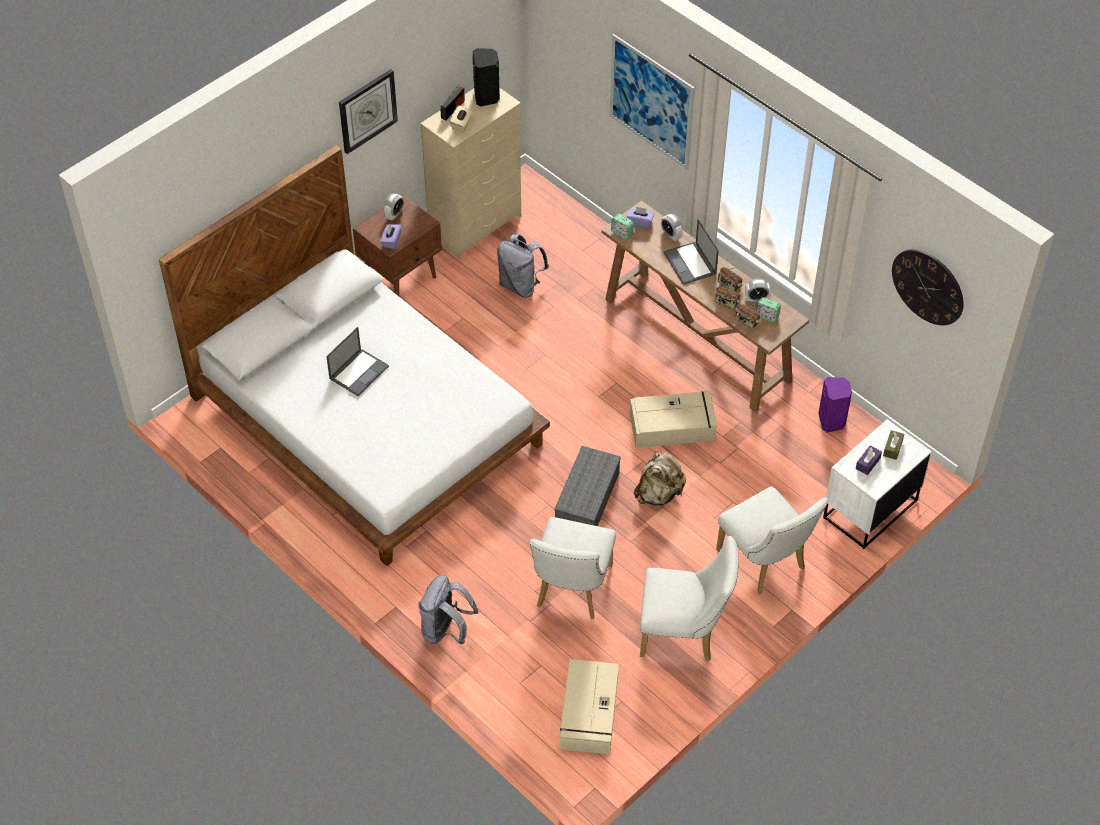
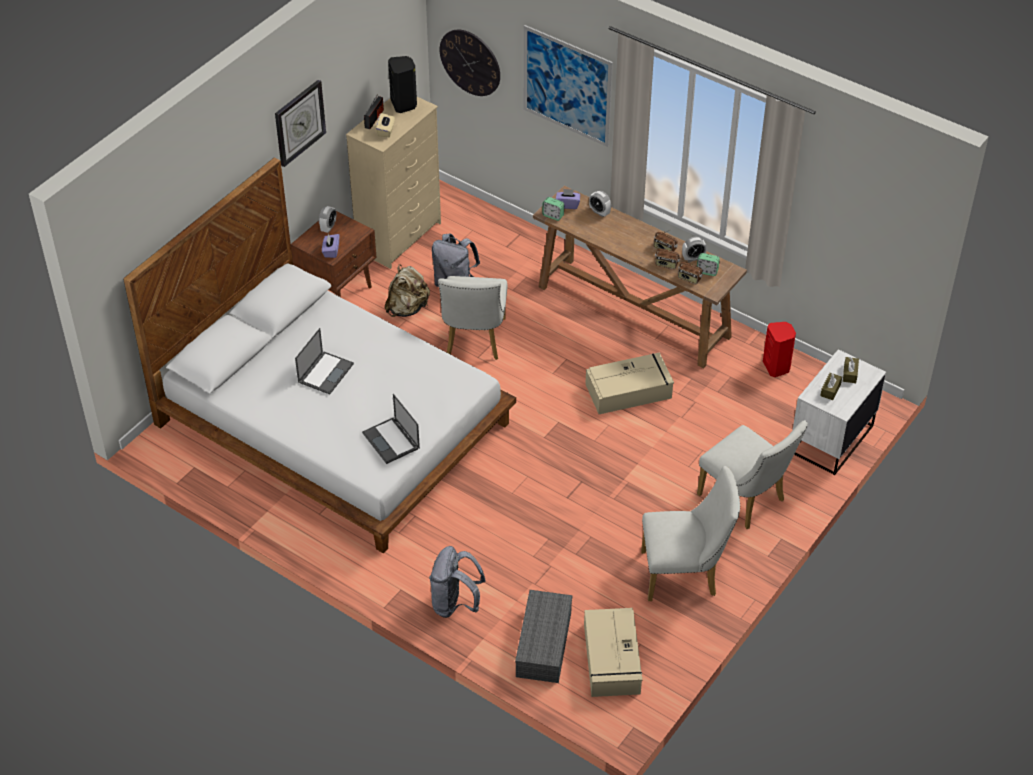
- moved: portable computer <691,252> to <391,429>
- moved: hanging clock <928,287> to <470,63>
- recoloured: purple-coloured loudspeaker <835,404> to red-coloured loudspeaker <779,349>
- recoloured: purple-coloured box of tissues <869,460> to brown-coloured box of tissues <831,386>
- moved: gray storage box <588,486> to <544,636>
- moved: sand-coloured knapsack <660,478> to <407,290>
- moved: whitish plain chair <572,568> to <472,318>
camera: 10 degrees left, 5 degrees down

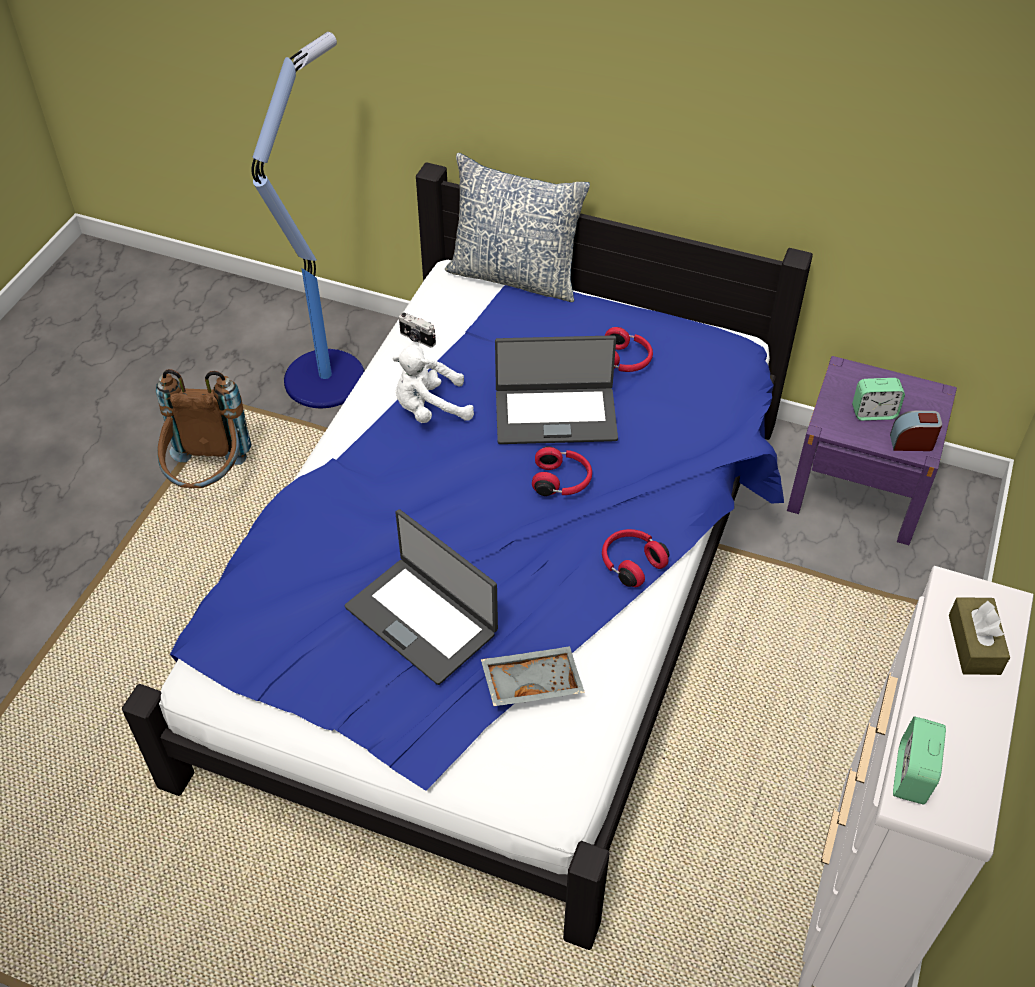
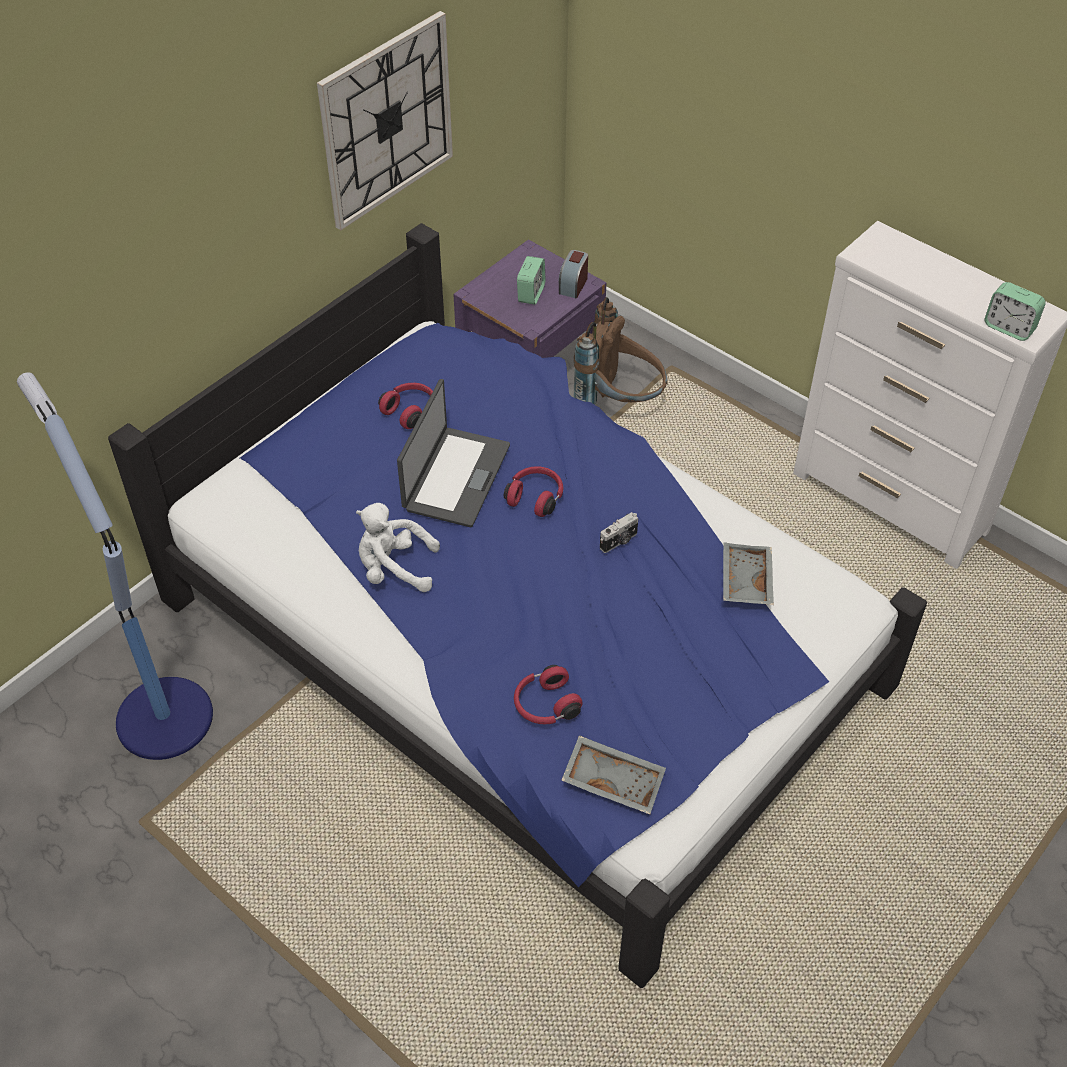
- removed: pillow <517,227>
- moved: still camera <417,330> to <619,532>
- turned: whitish soft toy <433,384> = <398,547> 90 degrees clockwise
- moved: brown-coloured knapsack <203,428> to <621,351>
- removed: portable computer <421,597>
- moved: red-coloured headset <635,558> to <548,694>
- removed: brown-coloured box of tissues <979,636>
- added: hanging clock <385,120>
- added: gray carrying tray <613,775>
camera: 70 degrees left, 0 degrees up

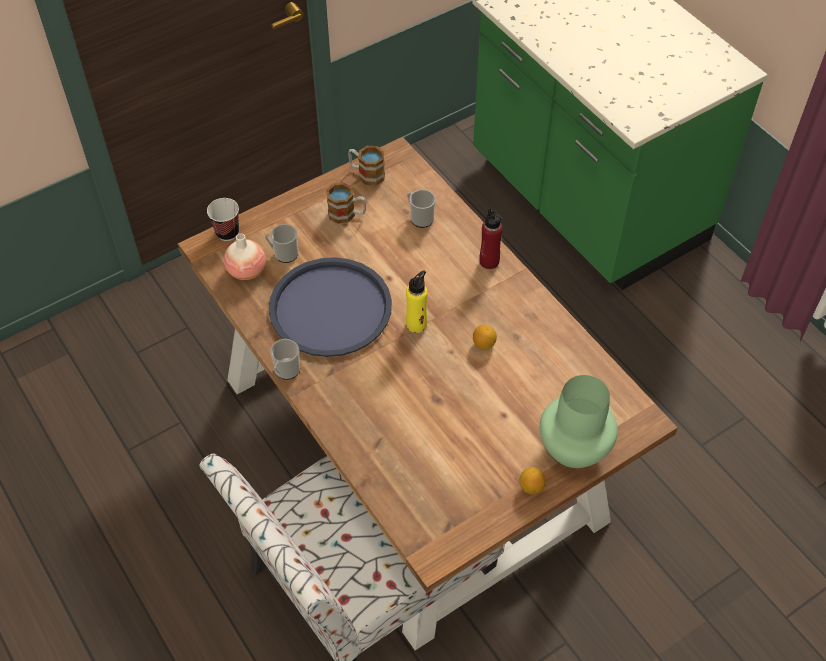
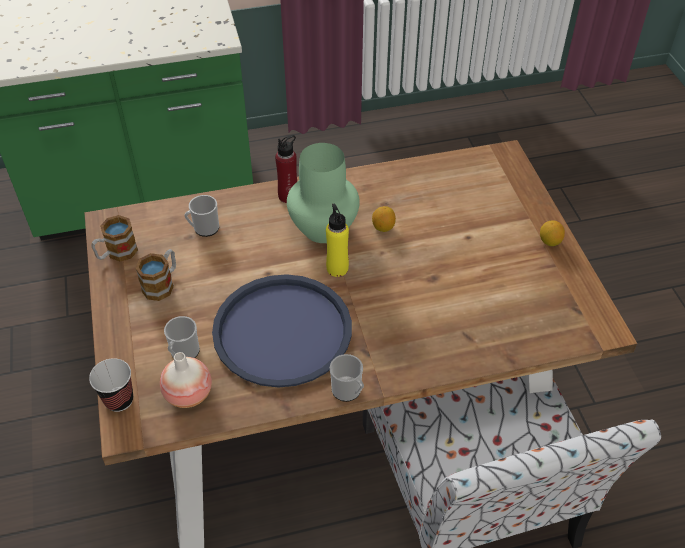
- moved: green-coloured flower vase <579,421> to <323,193>
camera: 70 degrees left, 5 degrees down

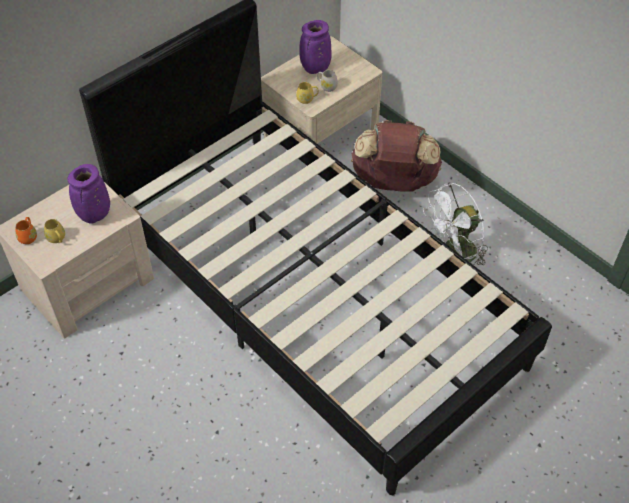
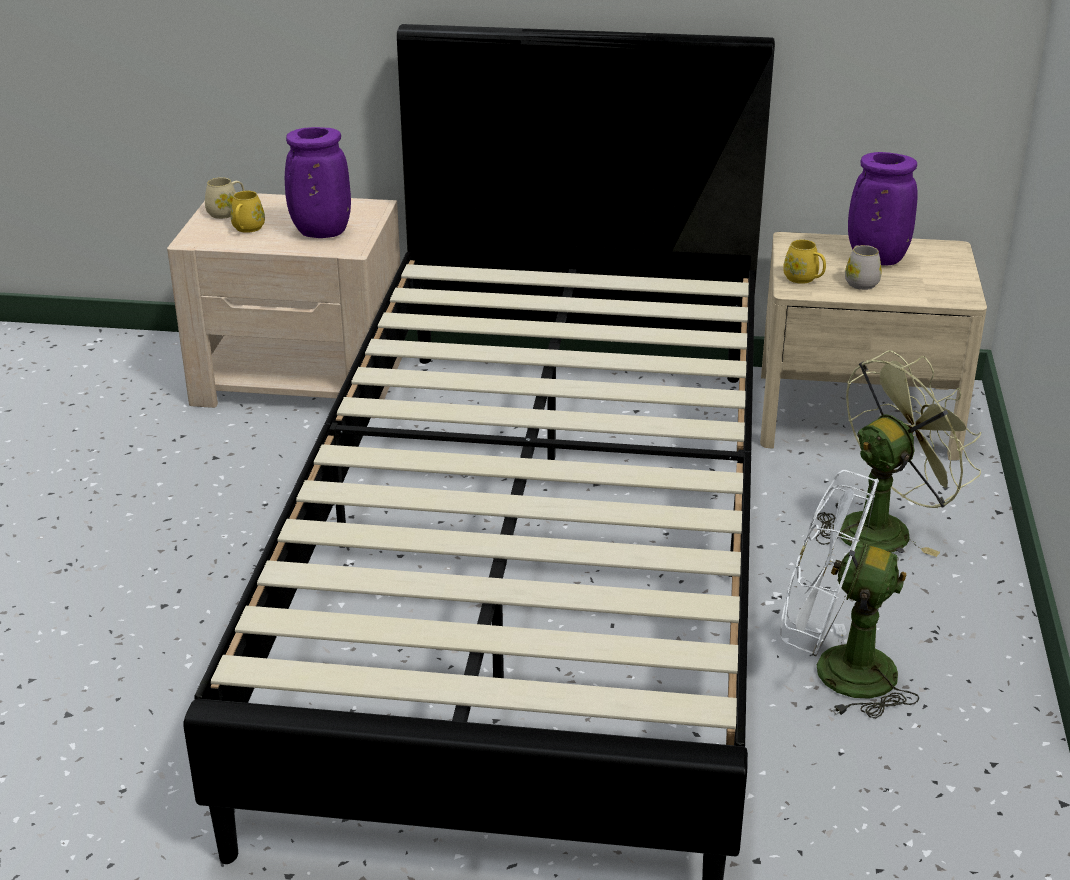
- replaced: brown-coloured knapsack <396,156> to green-coloured cooling fan <898,453>
- recoloured: orange-coloured mug <26,230> to sand-coloured mug <225,198>
camera: 50 degrees right, 20 degrees down

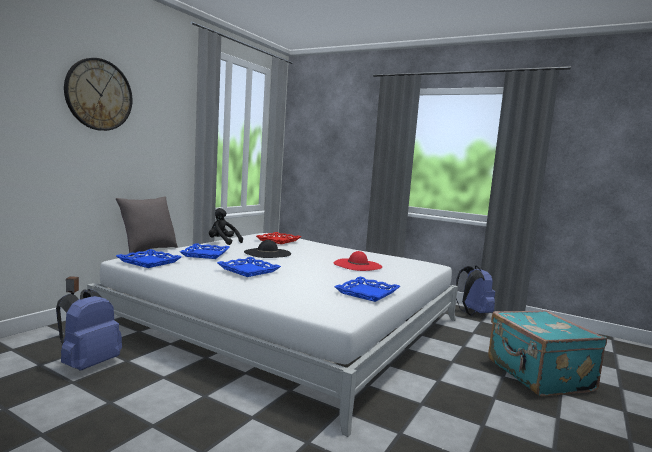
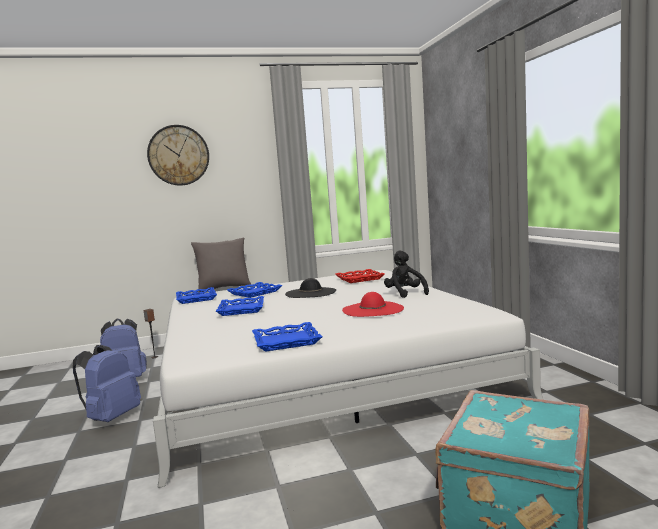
- moved: black-coloured soft toy <226,226> to <406,274>
- moved: bluish knapsack <475,291> to <107,383>
camera: 45 degrees right, 0 degrees up

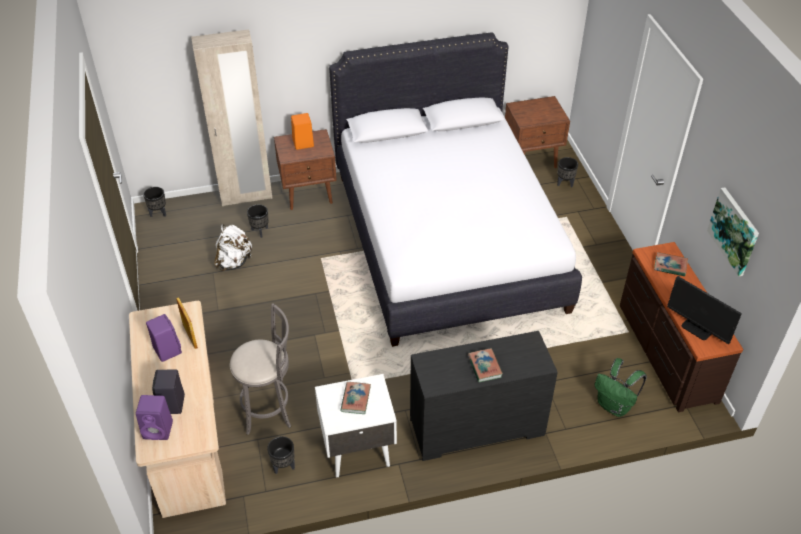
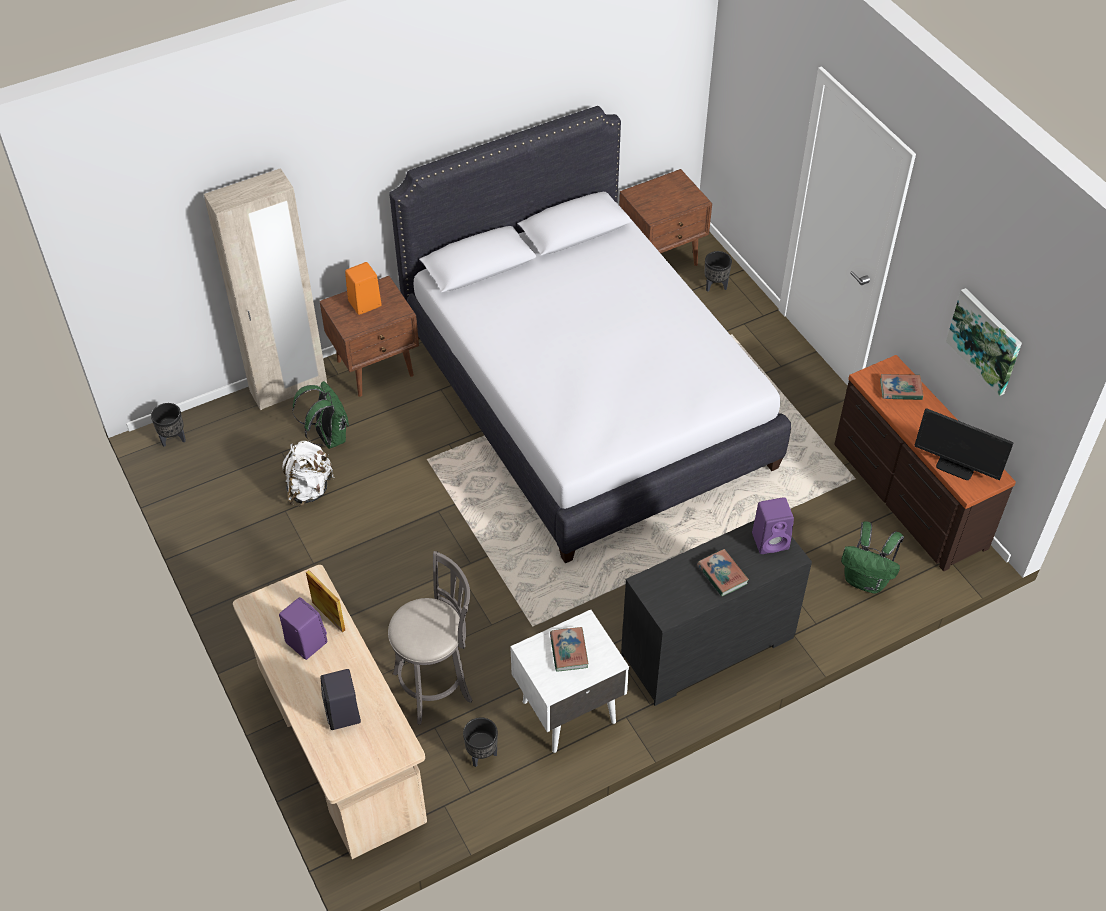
- replaced: black-coloured planter <258,221> to green-coloured knapsack <320,415>
- moved: purple-coloured loudspeaker <154,417> to <773,525>
camera: 15 degrees left, 5 degrees up

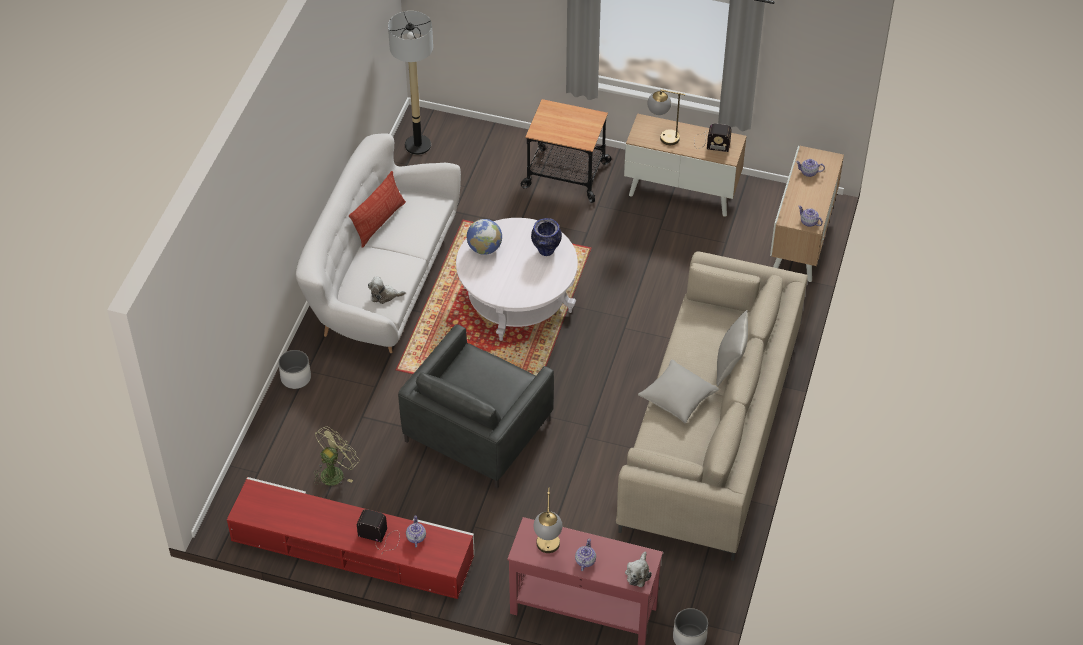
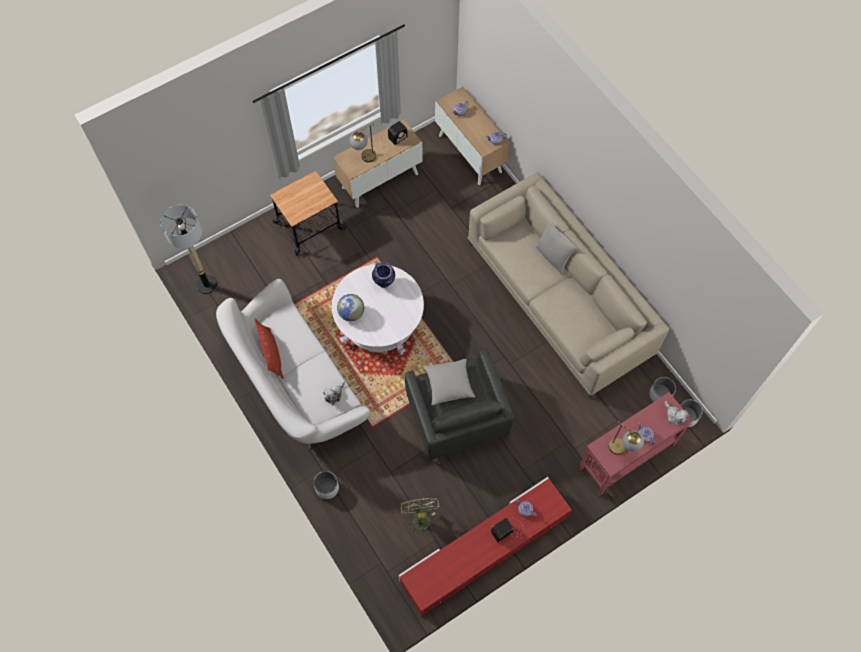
- moved: gray pillow <678,391> to <449,382>
- added: whitish planter <662,389>
camera: 50 degrees left, 15 degrees up

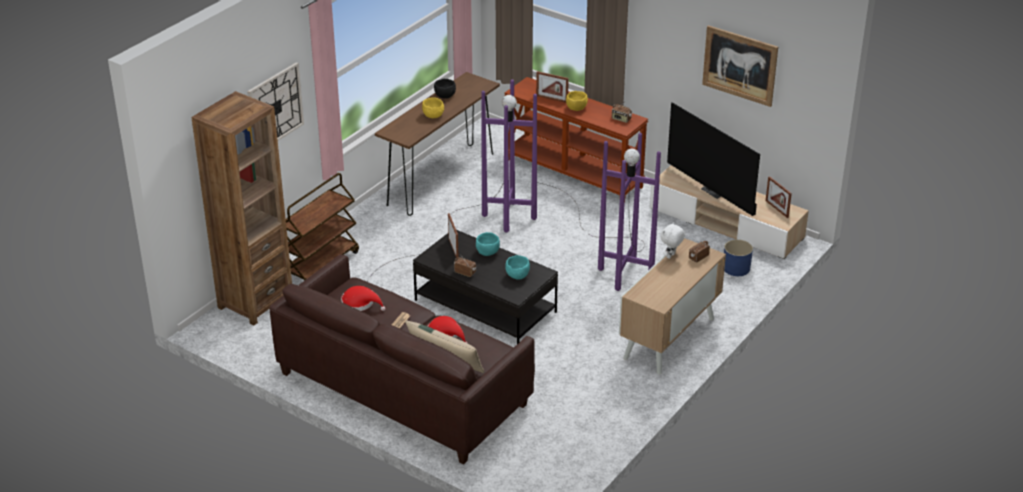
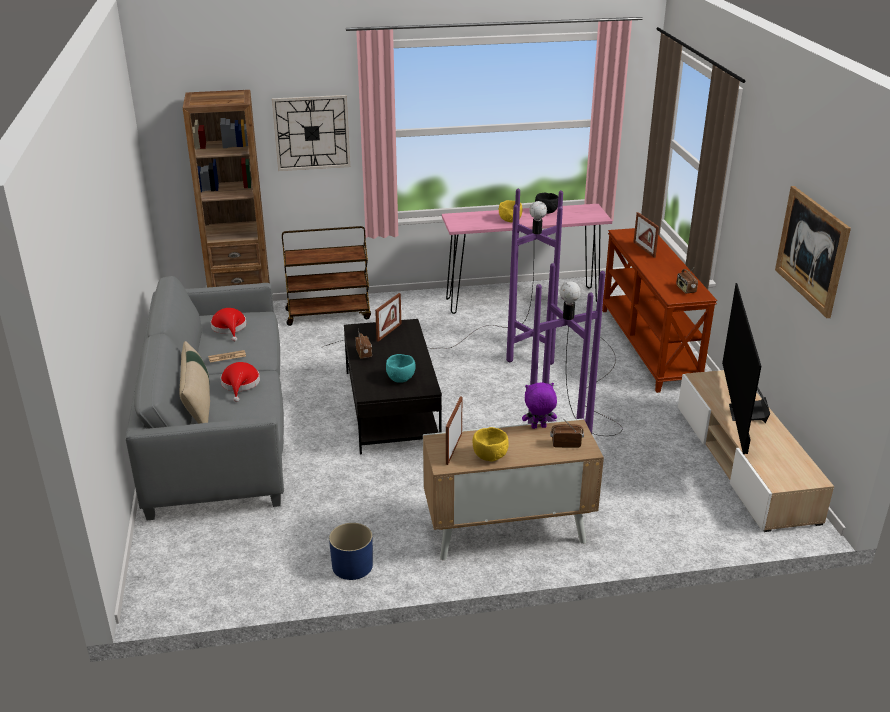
- recoloured: brown-coloured hall table <437,144> to pinkish hall table <527,259>
- moved: yellow serving bowl <577,101> to <490,444>
- moved: photo frame <779,197> to <454,430>
- recoloured: whitish soft toy <673,240> to purple-coloured soft toy <539,406>
- removed: turquoise serving bowl <488,244>
- moved: bluish planter <738,258> to <351,551>
- recoloured: brown-coloured couch <402,359> to gray couch <204,398>
camera: 45 degrees right, 5 degrees down

